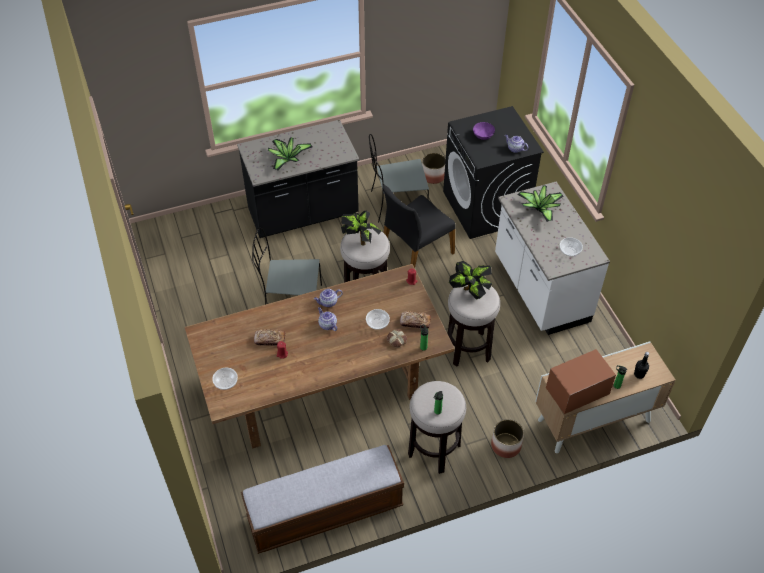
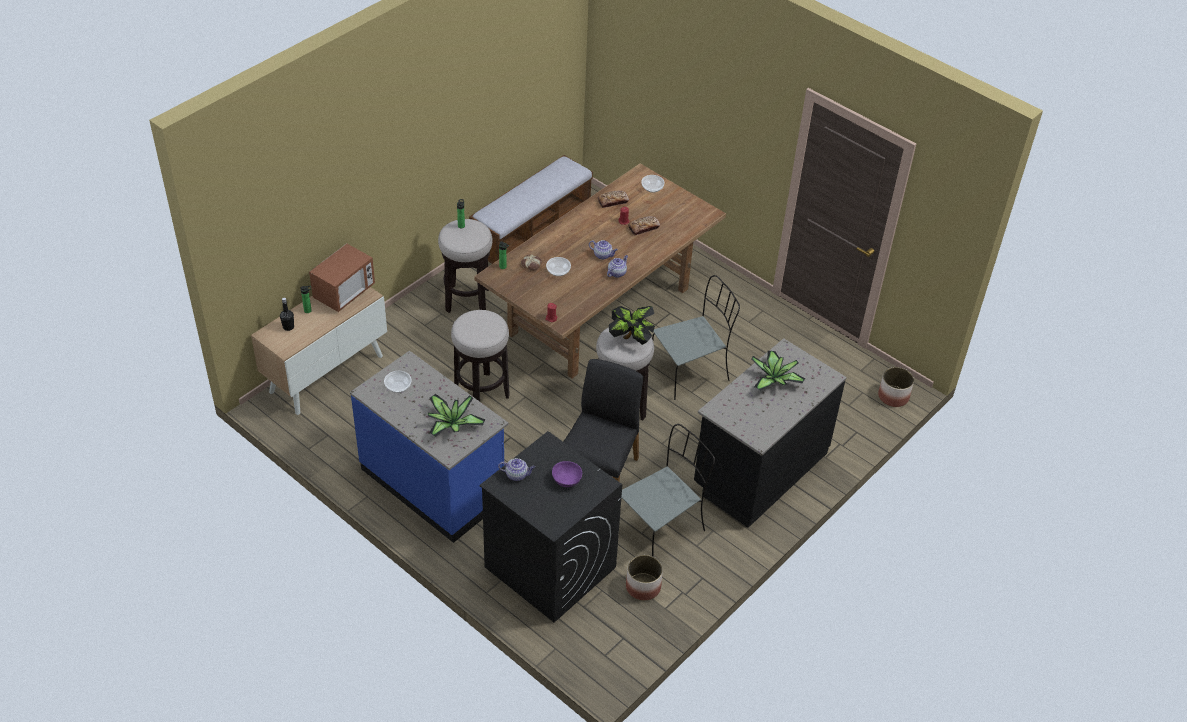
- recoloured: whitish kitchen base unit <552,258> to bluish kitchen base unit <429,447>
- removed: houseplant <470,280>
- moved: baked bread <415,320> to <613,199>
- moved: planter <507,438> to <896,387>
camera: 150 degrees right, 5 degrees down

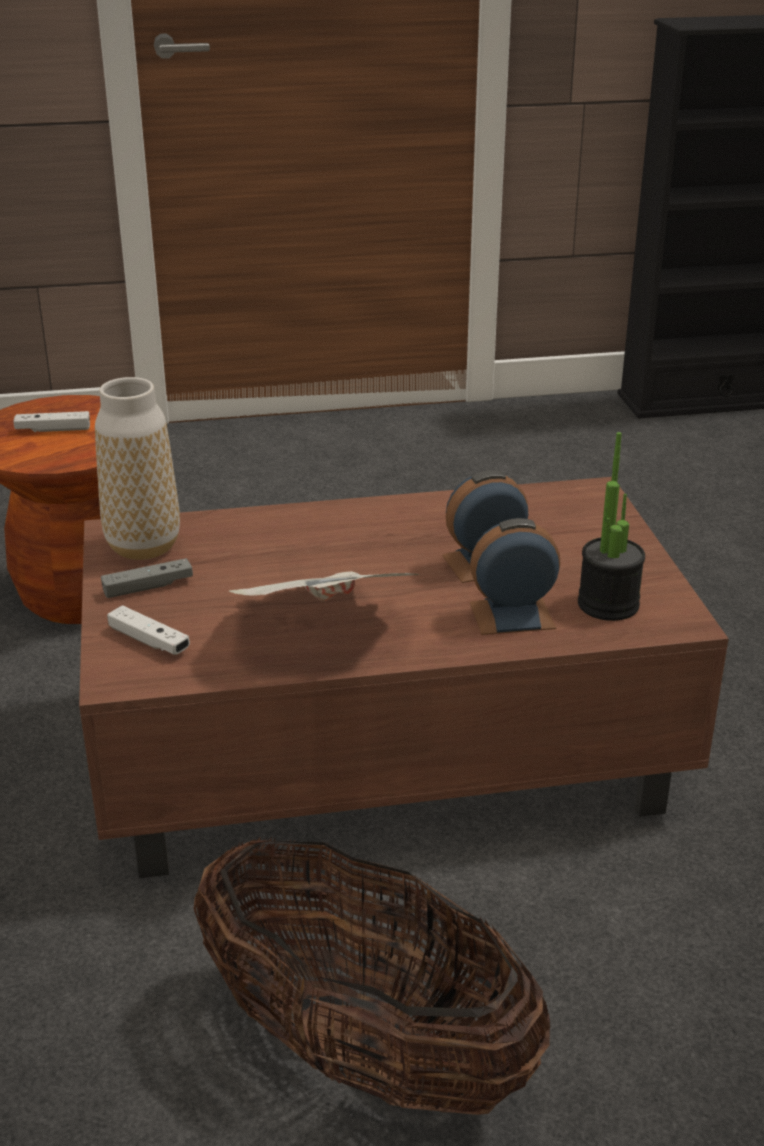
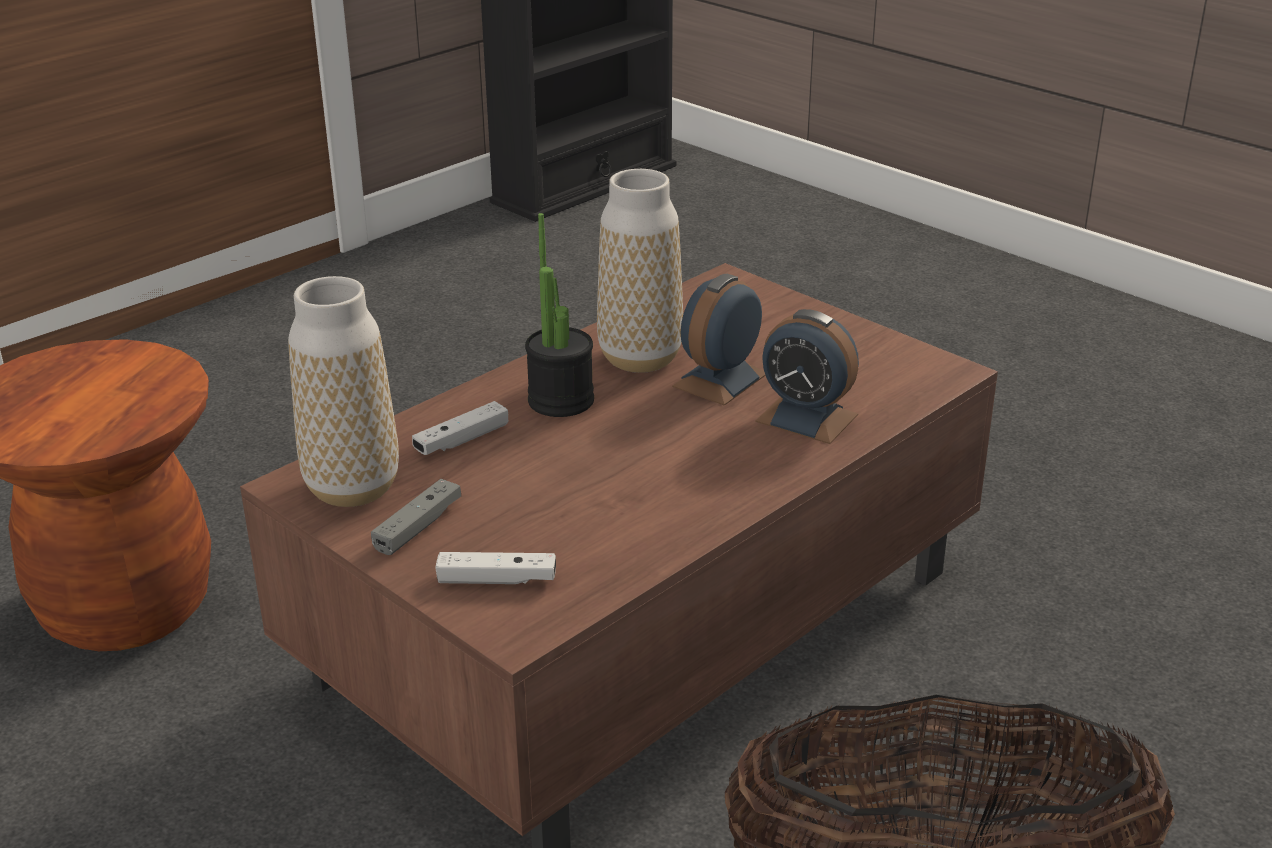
- moved: whitish joypad <51,421> to <460,428>
- moved: houseplant <611,526> to <559,315>
- turned: bedside clock <515,576> = <807,376> 105 degrees counterclockwise
- removed: printed paper <324,586>
- added: flower vase <640,271>
camera: 35 degrees left, 0 degrees up

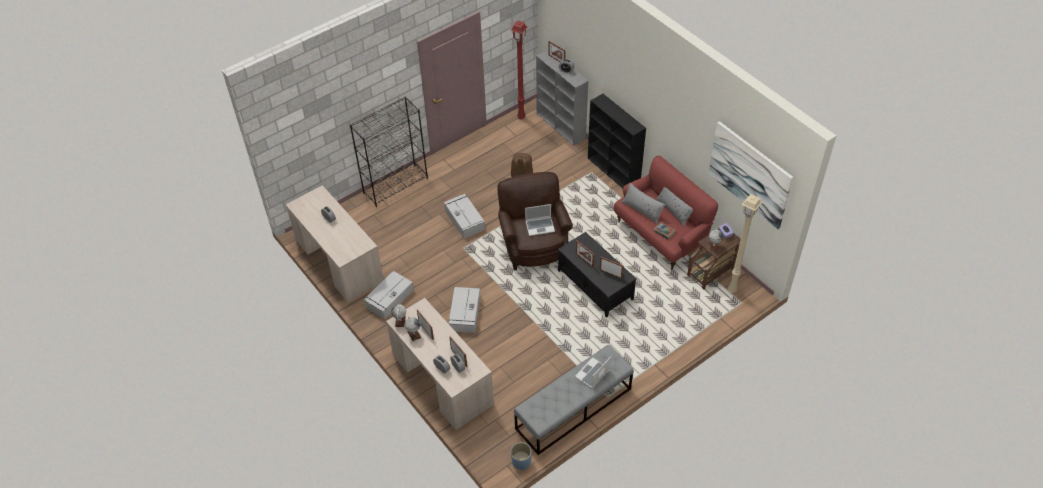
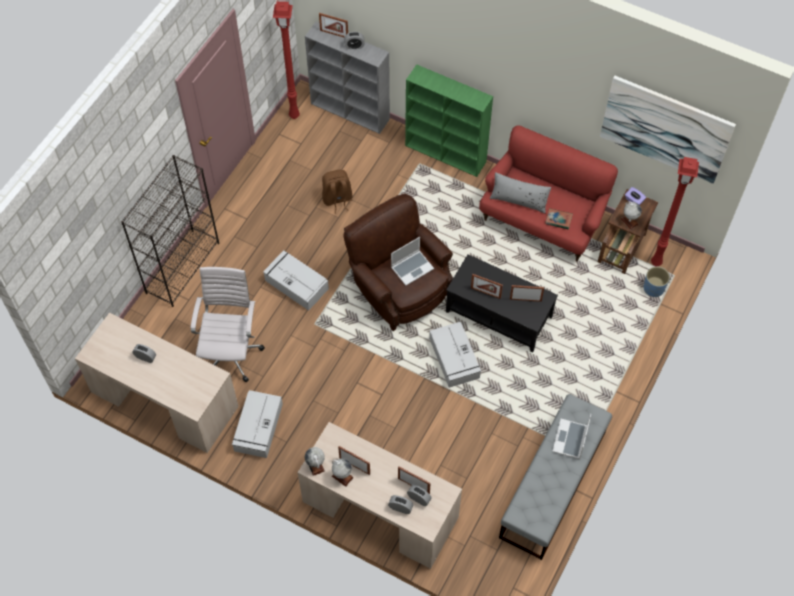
- recoloured: black-coloured shelving unit <617,141> to green-coloured shelving unit <449,120>
- removed: gray pillow <674,206>
- recoloured: sand-coloured standing lamp <745,243> to red-coloured standing lamp <675,211>
- moved: gray storage box <464,310> to <455,355>
- moved: bluish planter <521,456> to <657,281>
- added: whitish desk chair <227,324>
camera: 25 degrees left, 10 degrees up

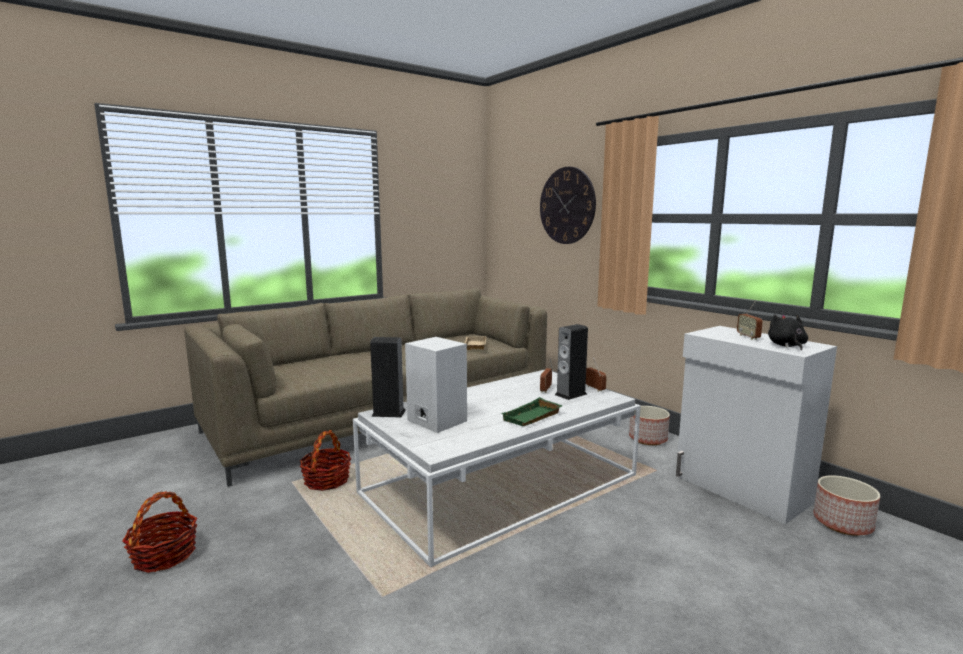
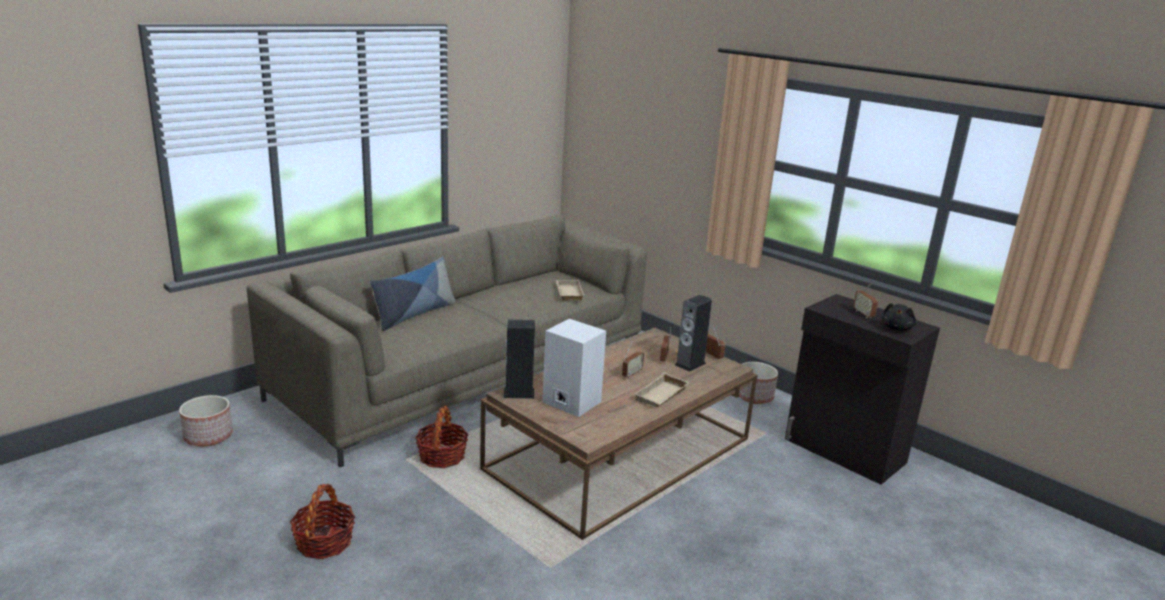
- removed: hanging clock <568,205>
- turned: black-coloured soft toy <788,332> = <899,317> 150 degrees counterclockwise
- recoloured: whitish cabinet <756,425> to black-coloured cabinet <862,389>
- recoloured: whitish lounge table <497,468> to brown-coloured lounge table <619,434>
- recoloured: green-coloured carrying tray <532,411> to sand-coloured carrying tray <662,389>
- moved: planter <846,505> to <206,420>
- added: pillow <413,294>
- added: radio set <633,359>
camera: 10 degrees left, 10 degrees up

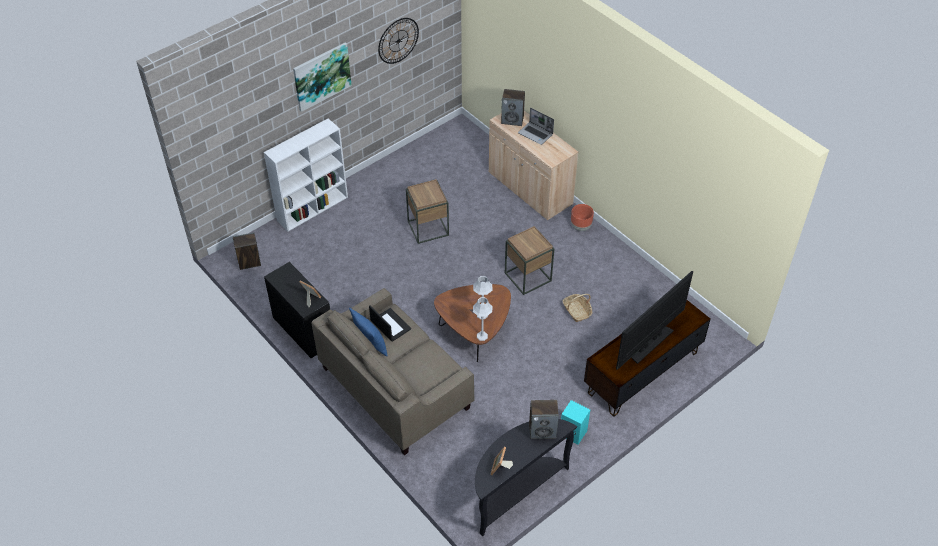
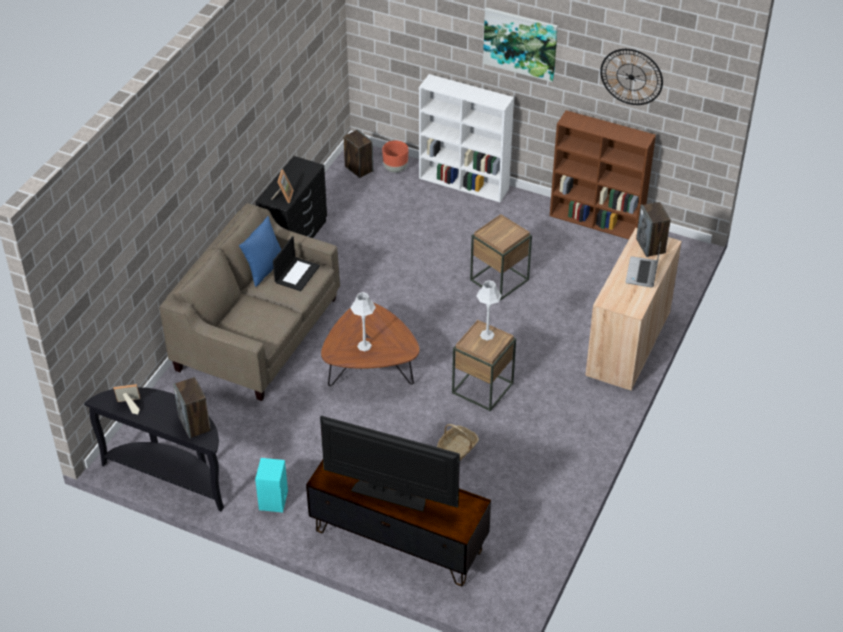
- moved: brown-coloured planter <582,217> to <395,157>
- moved: gray table lamp <482,319> to <489,310>
- added: brown-coloured shelving unit <603,174>
camera: 65 degrees right, 5 degrees down

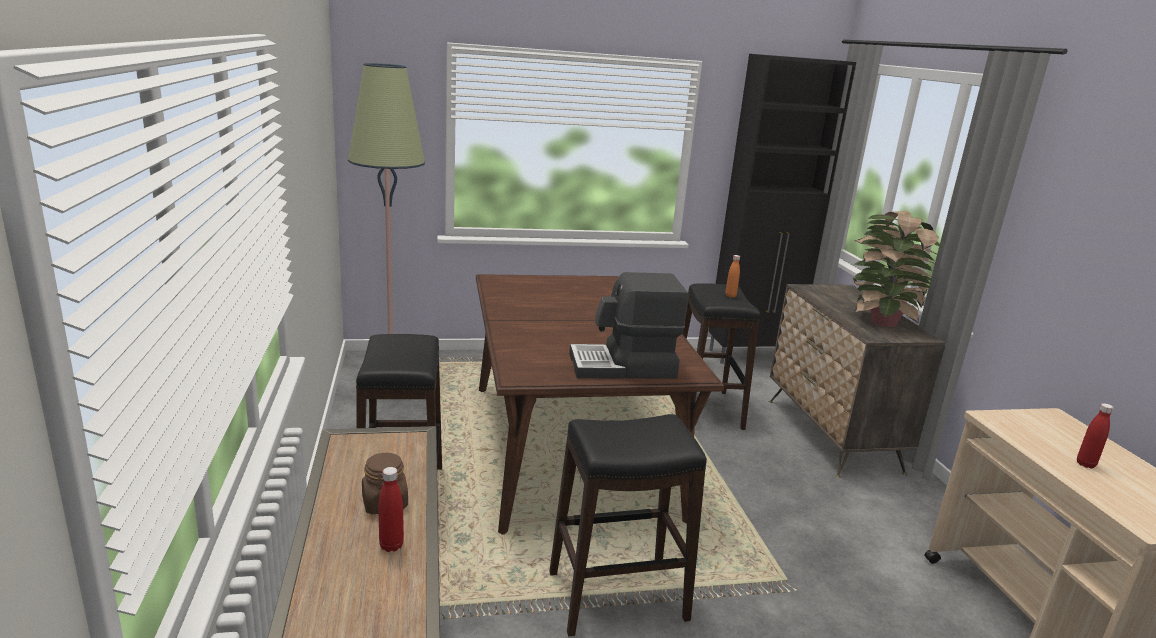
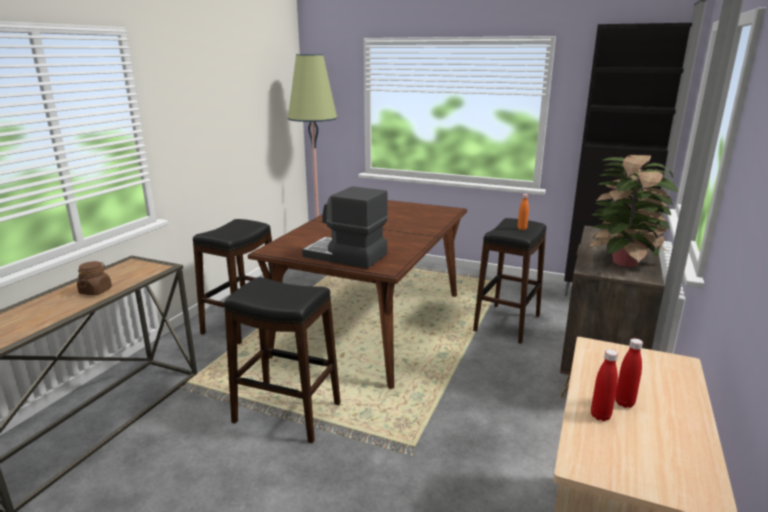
- moved: red-coloured beverage bottle <391,509> to <604,385>
camera: 35 degrees right, 0 degrees up

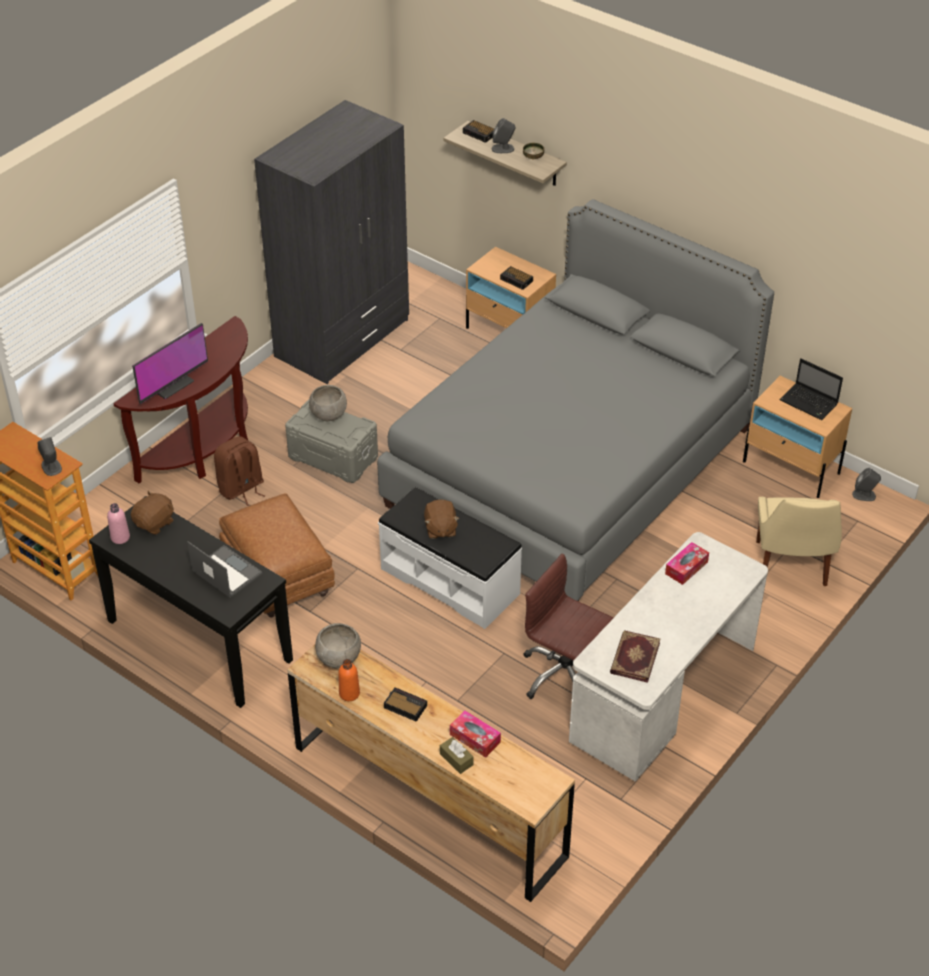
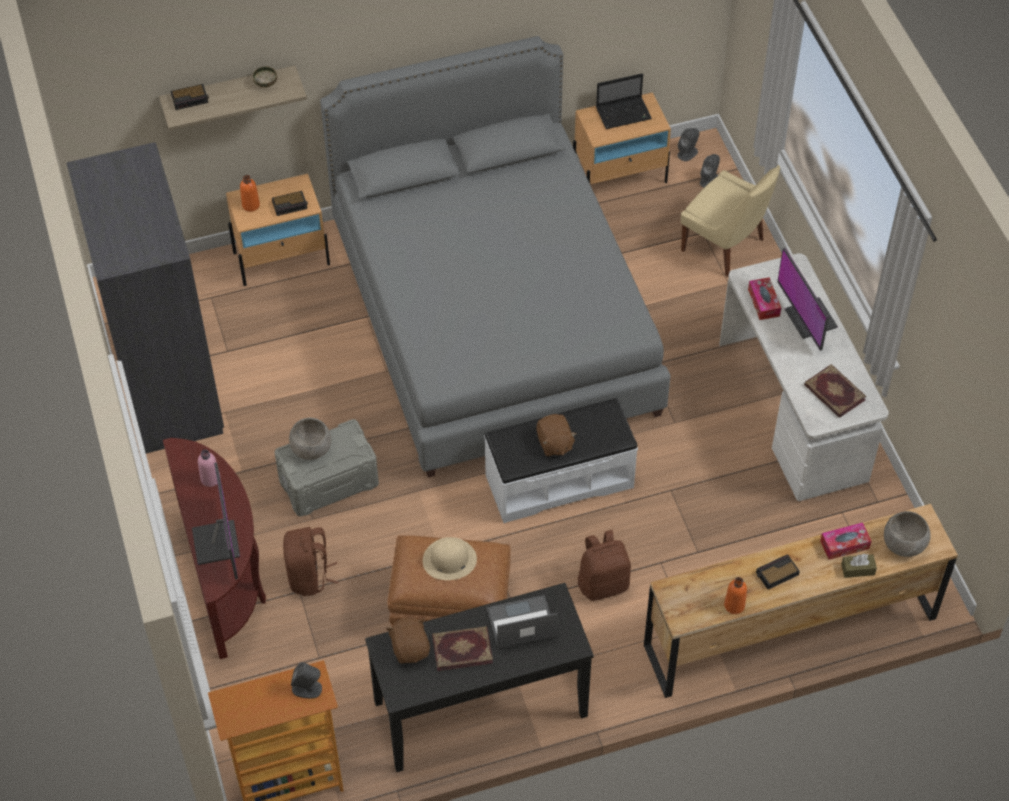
- moved: gray loudspeaker <504,135> to <710,170>
- turned: brown-coloured soft toy <442,519> = <556,435> 45 degrees clockwise
- moved: pinkish beverage bottle <118,523> to <209,468>
- removed: brown-coloured desk chair <568,626>
- moved: gray serving bowl <338,645> to <907,534>
- added: orange-coloured beverage bottle <250,193>
- added: monitor <807,299>
- added: brown-coloured knapsack <604,565>
- added: sand-coloured clothing hat <450,558>
- added: book <462,648>
camera: 55 degrees left, 10 degrees up

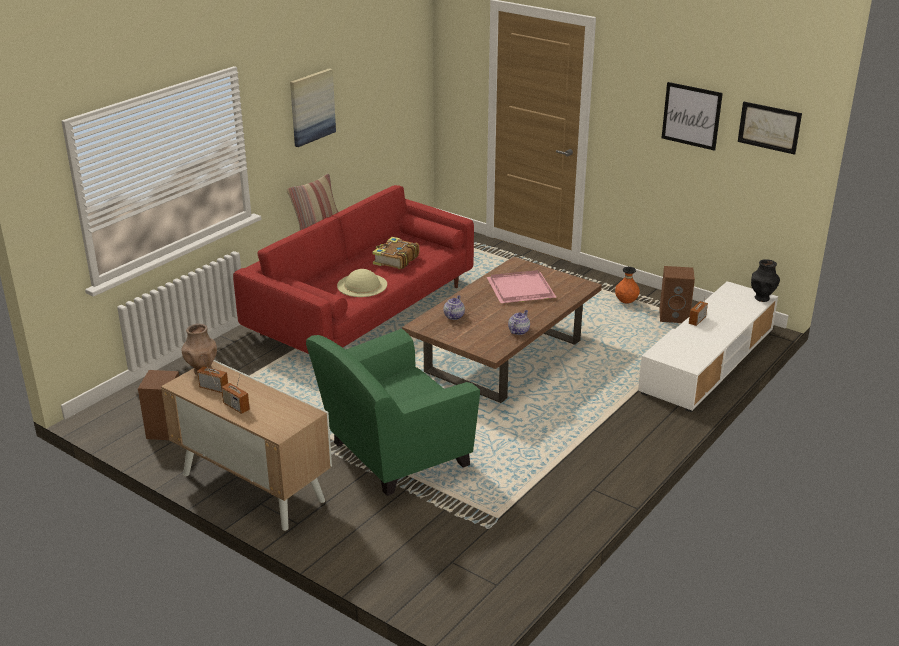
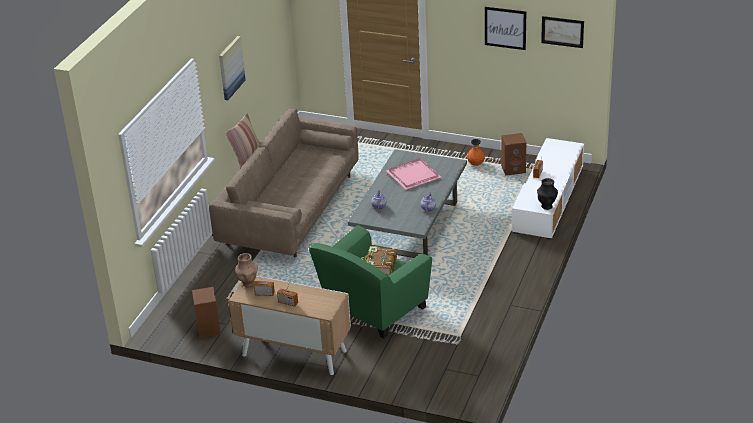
- recoloured: red-coloured couch <353,269> to sand-coloured couch <284,183>
- moved: book <395,253> to <379,261>
- recoloured: brown-coloured lounge table <502,330> to gray lounge table <407,203>
- moved: black-coloured flower vase <765,280> to <547,194>
- removed: sand-coloured clothing hat <362,283>
camera: 15 degrees left, 5 degrees up

